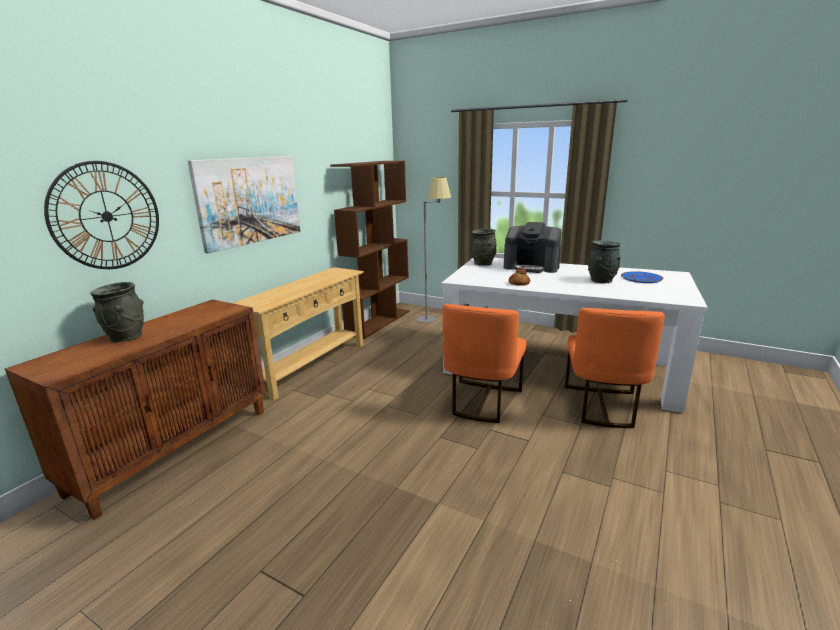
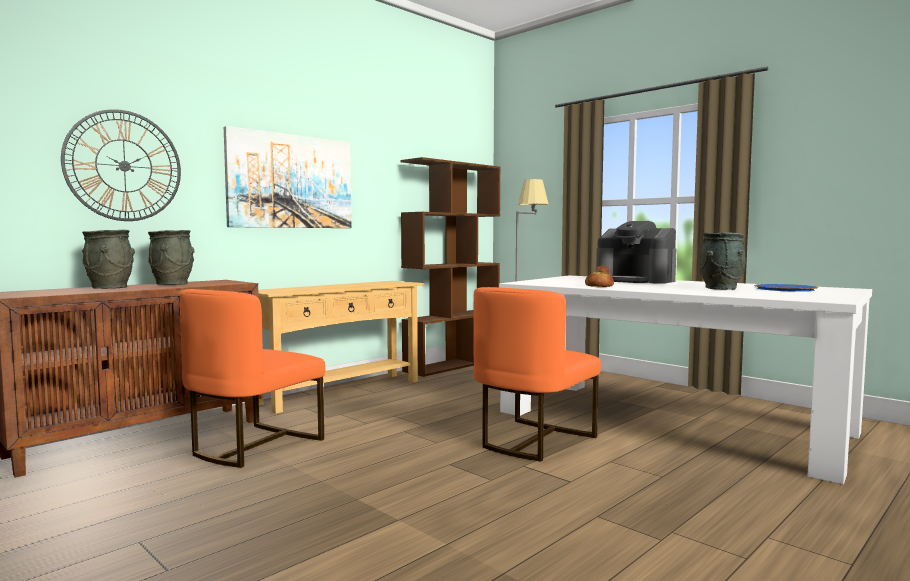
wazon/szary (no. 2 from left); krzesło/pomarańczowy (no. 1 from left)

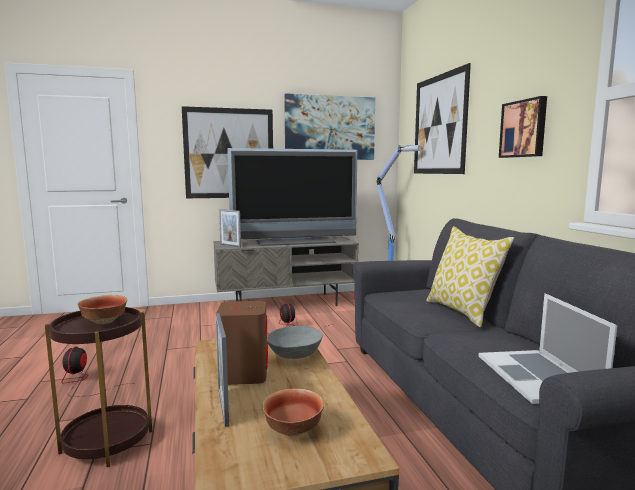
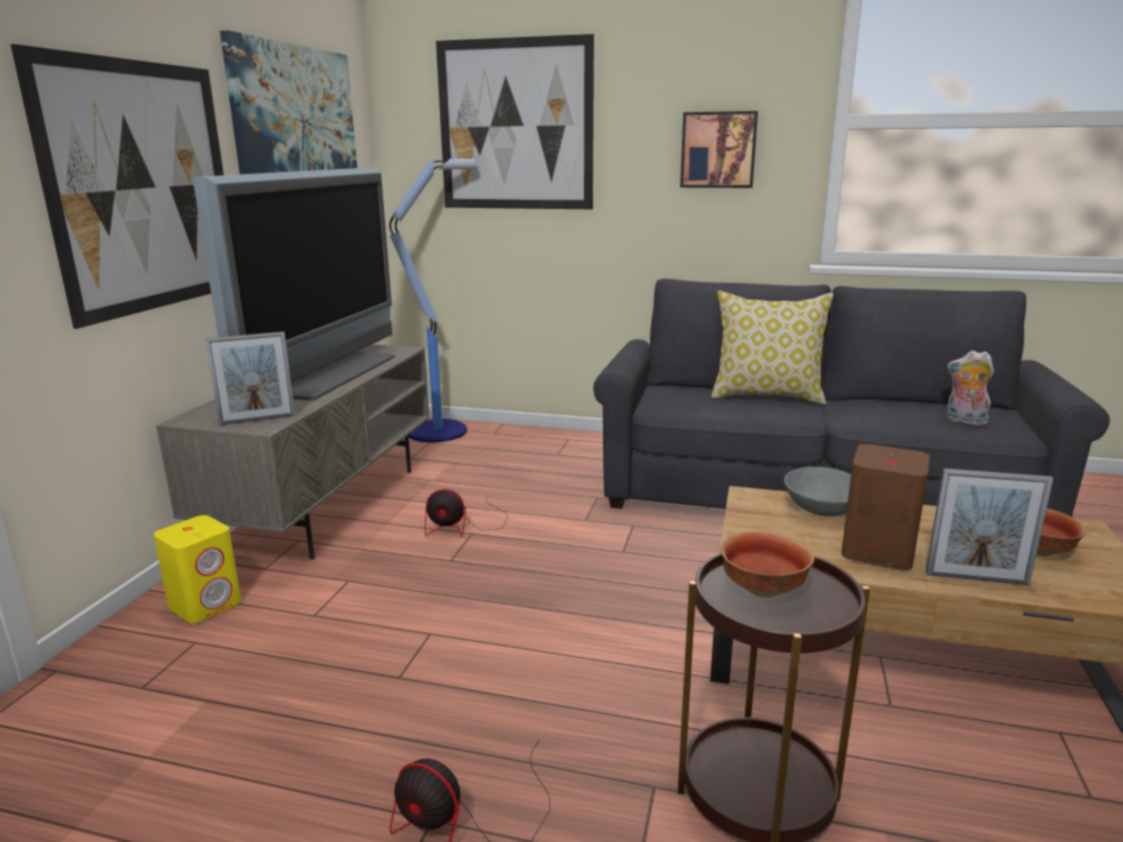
głośnik/żółty; pluszak

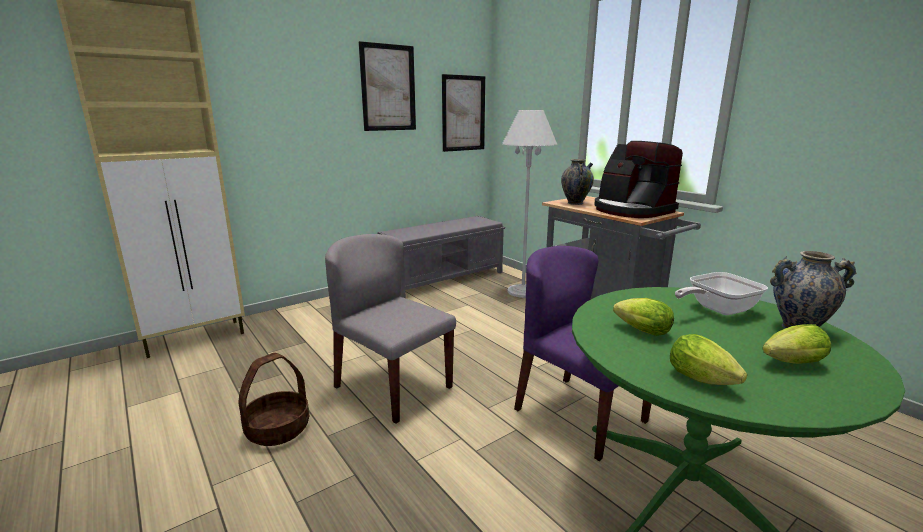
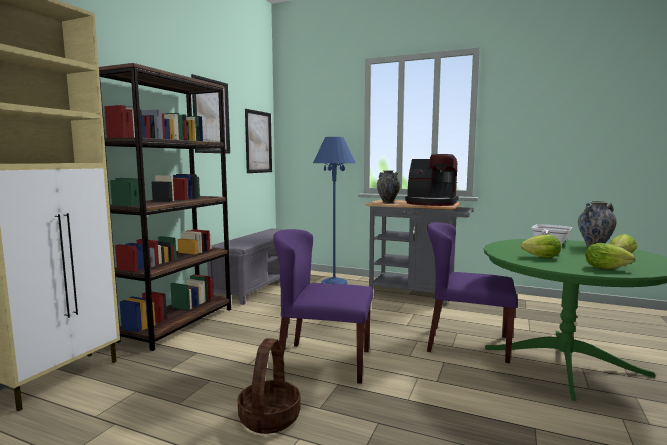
regał/brązowy; krzesło/fioletowy (no. 1 from left); lampa stojąca/niebieski

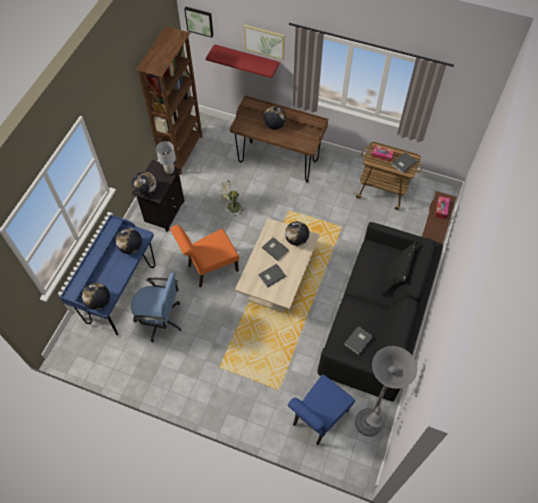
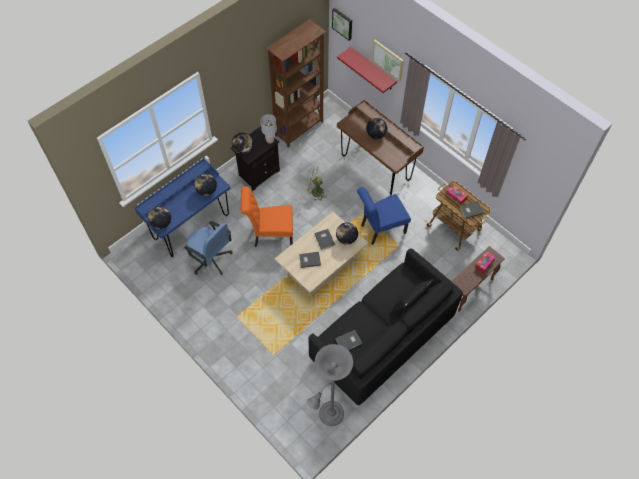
krzesło/niebieski

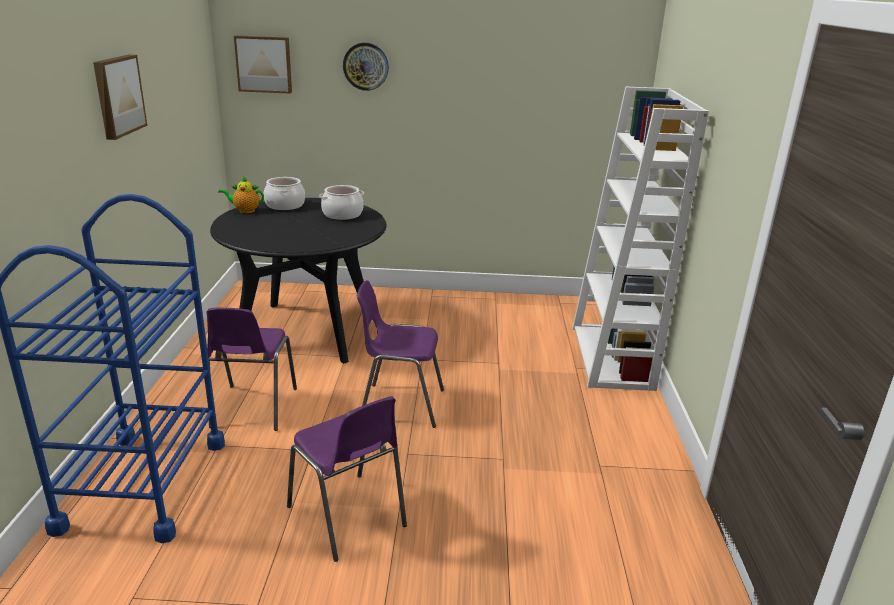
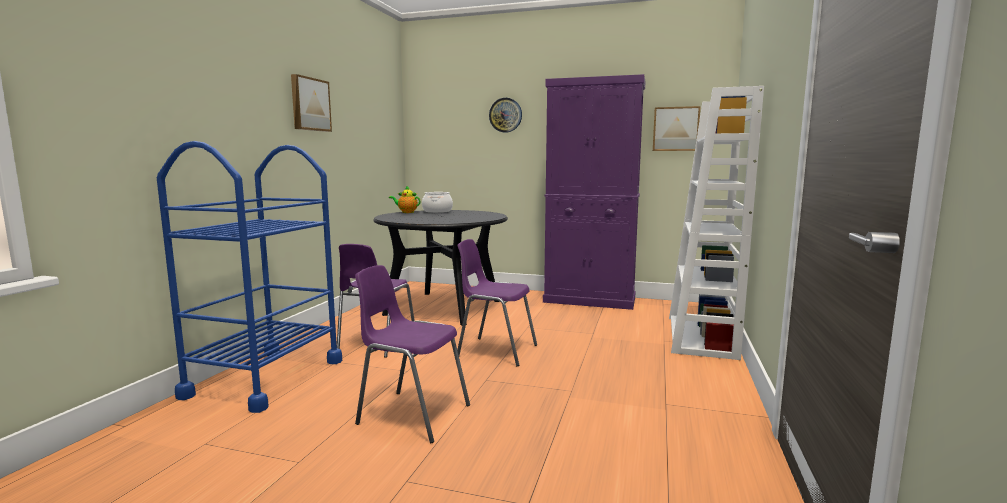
krzesło/fioletowy (no. 2 from left); szafka/fioletowy; obraz (no. 2 from left); garnek (no. 2 from left in the first image)

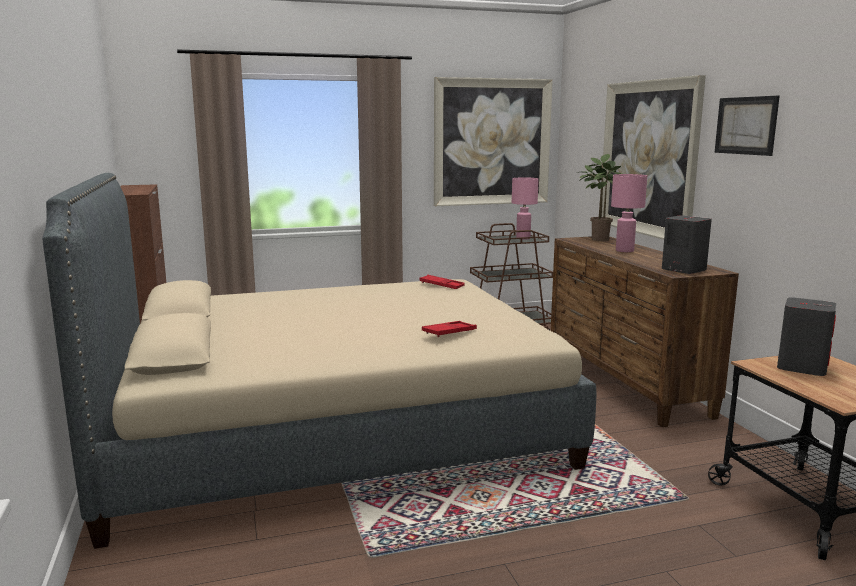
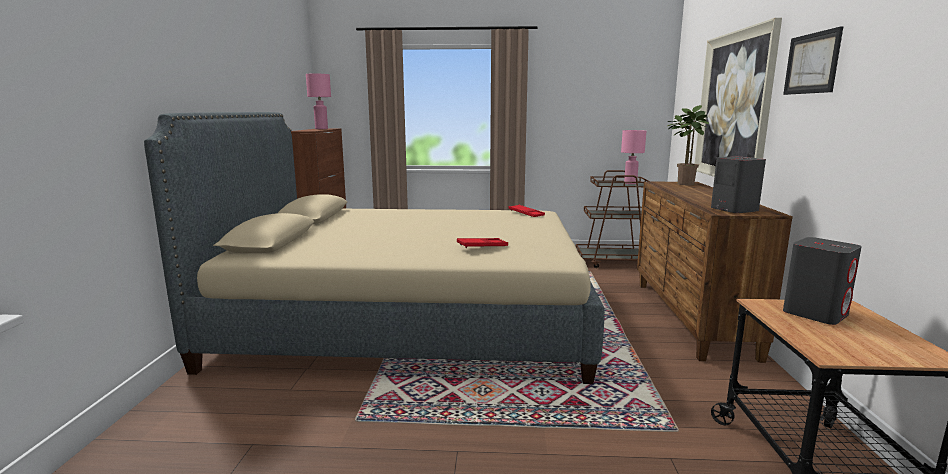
lampa stołowa/różowy (no. 1 from left); obraz (no. 1 from left in the first image)

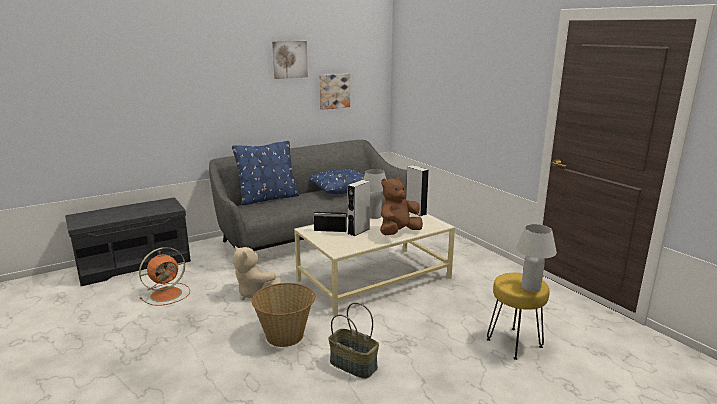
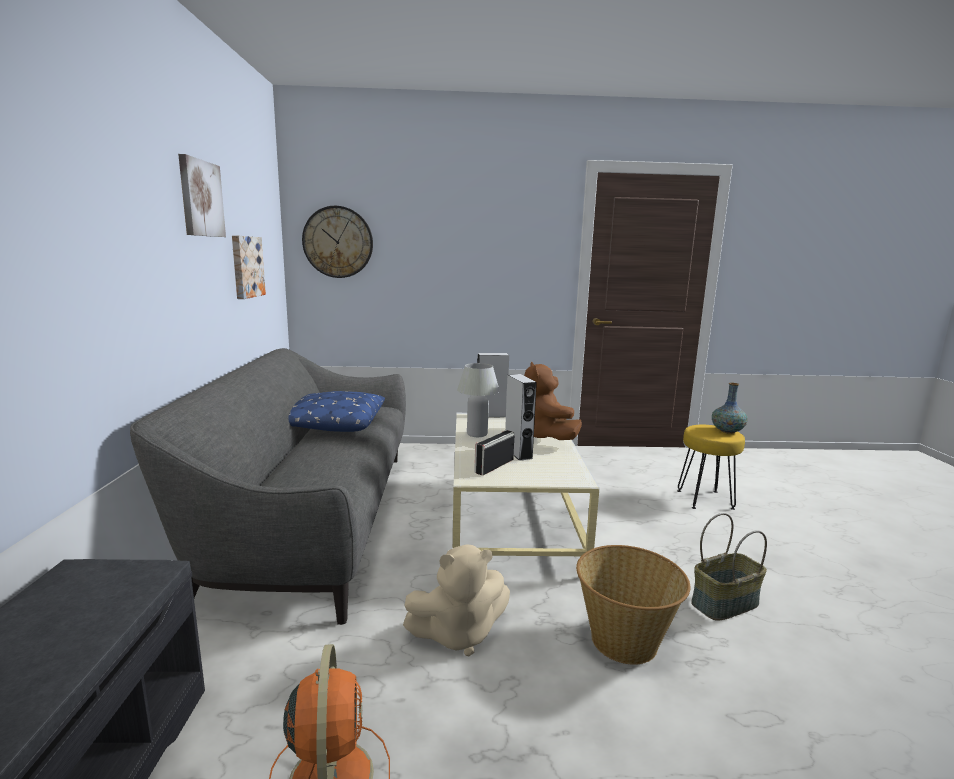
zegar ścienny; wazon; poduszka/niebieski (no. 1 from left in the first image)

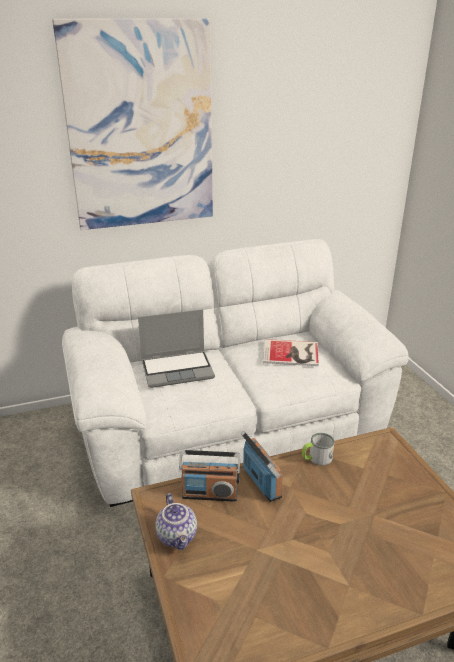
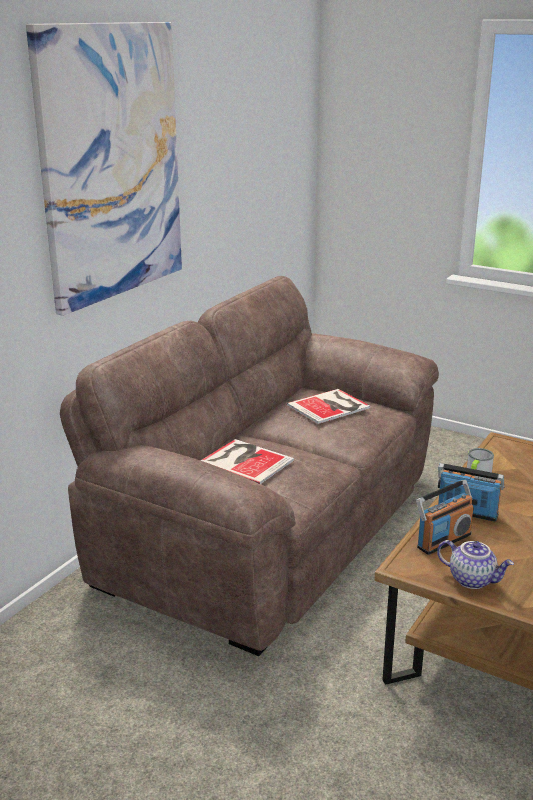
kanapa/brązowy; książka (no. 1 from left)

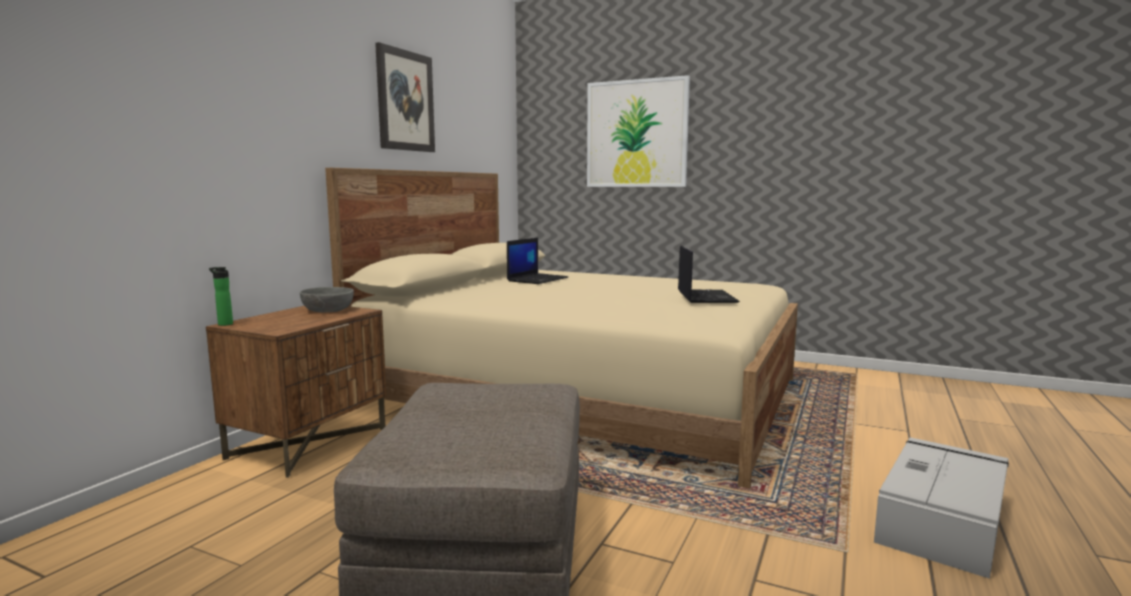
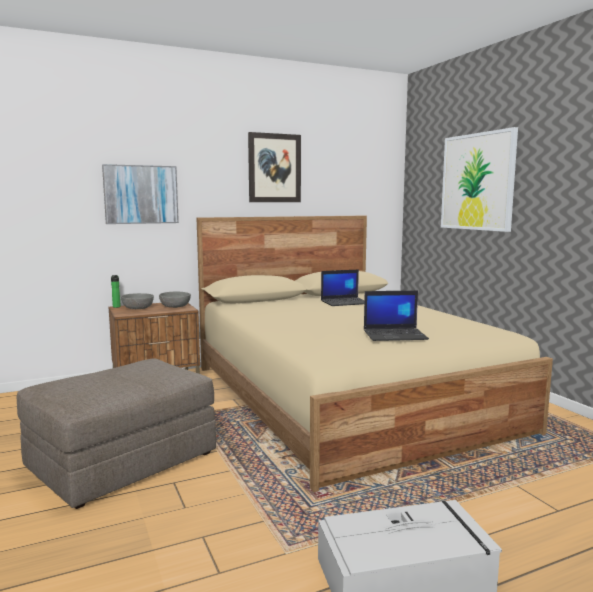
obraz (no. 1 from left); miska/szary (no. 1 from left); laptop (no. 2 from left)

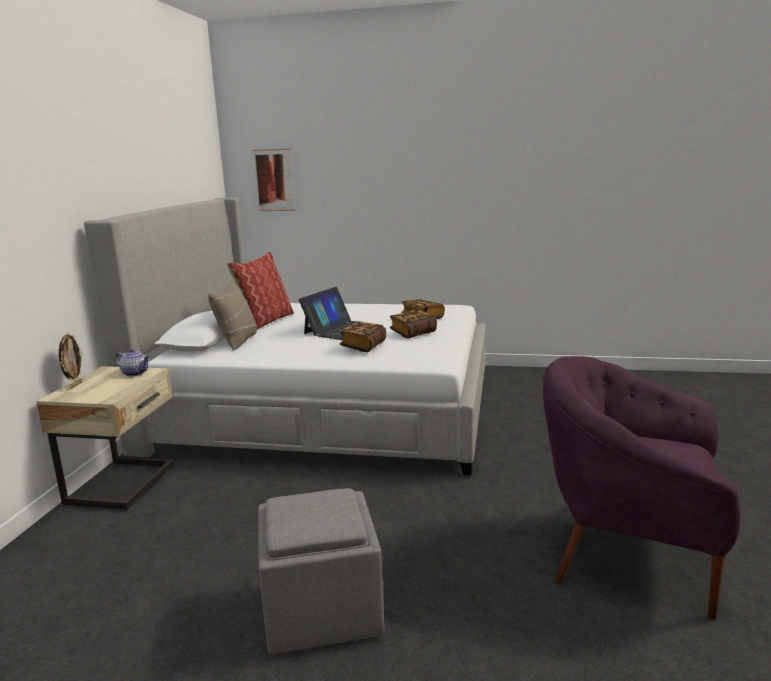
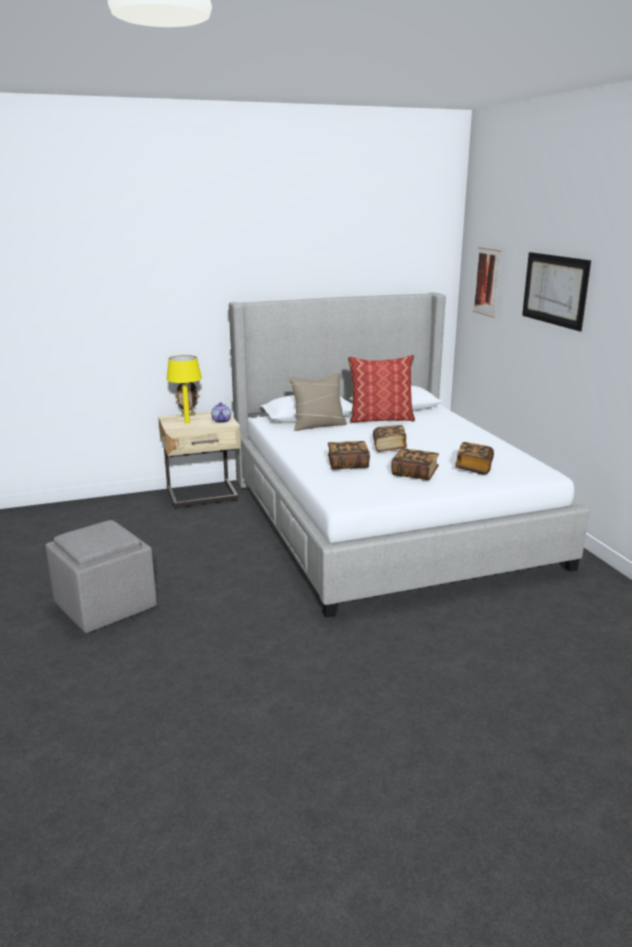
lampa stołowa/żółty; książka (no. 2 from left); obraz (no. 2 from left); fotel/fioletowy

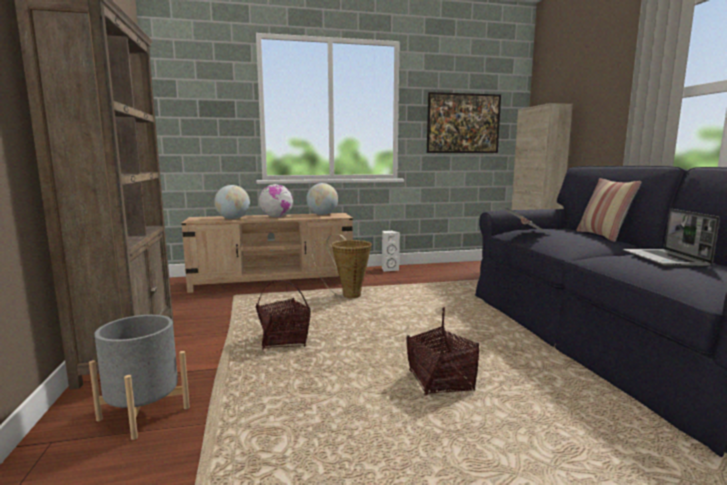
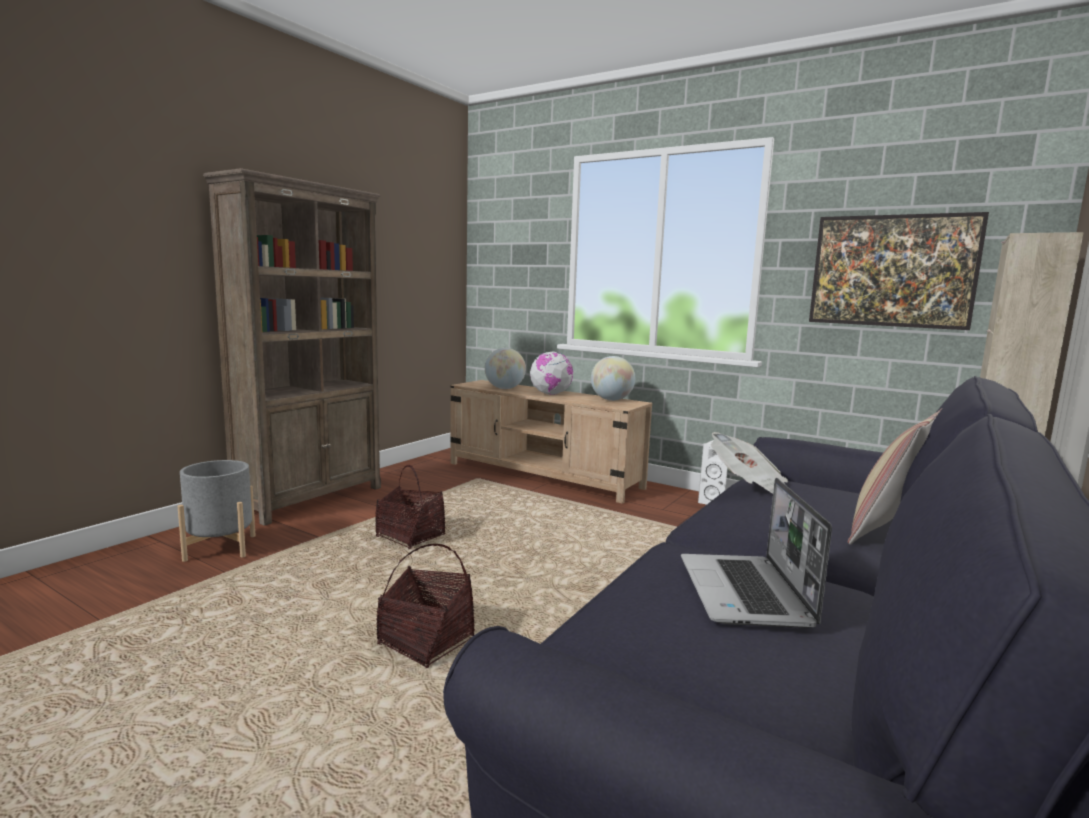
laptop; koszyk (no. 2 from left in the first image)

